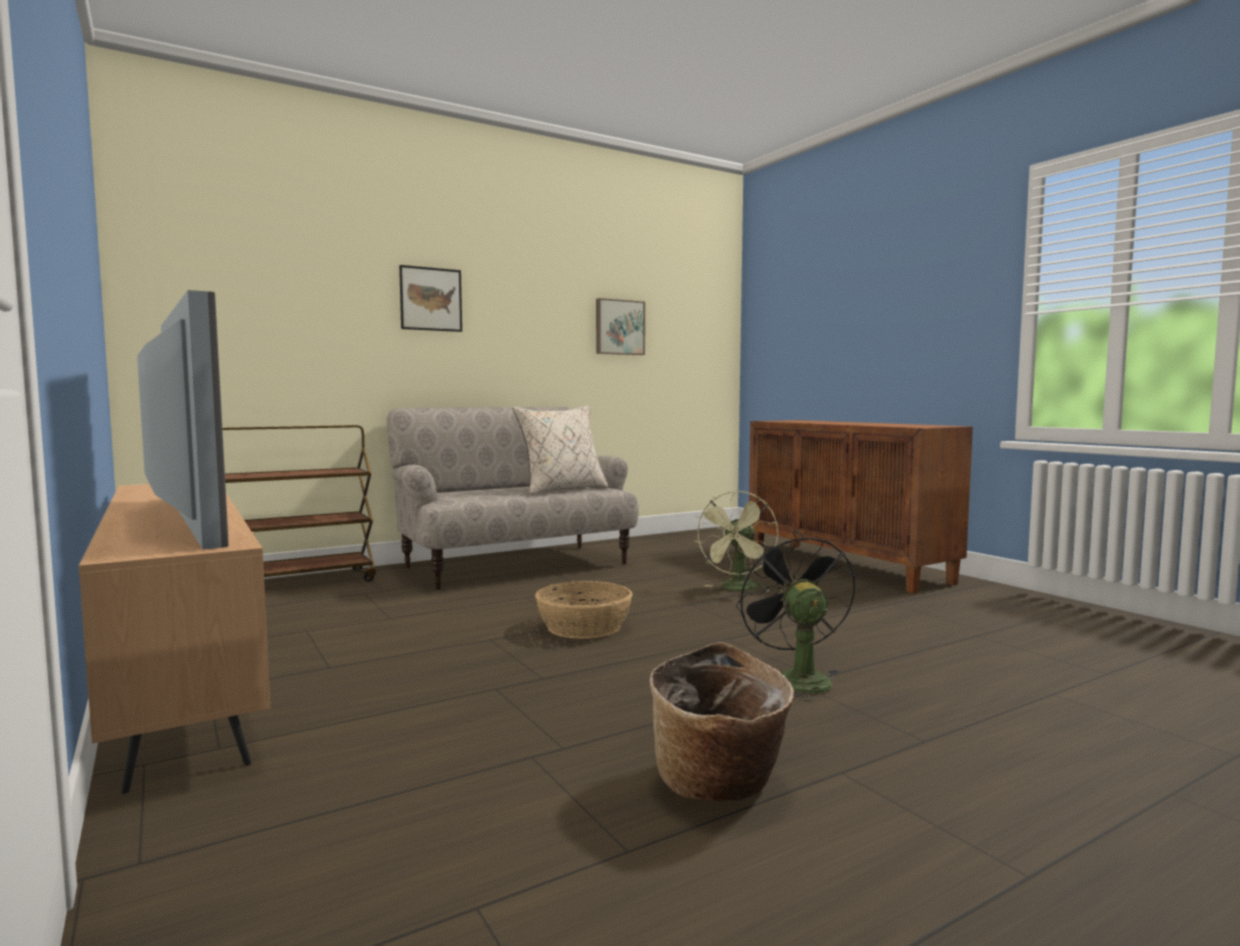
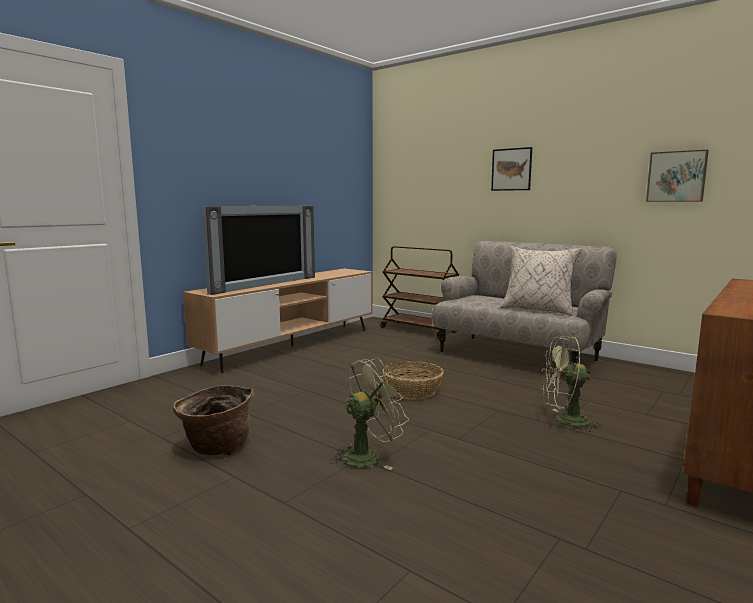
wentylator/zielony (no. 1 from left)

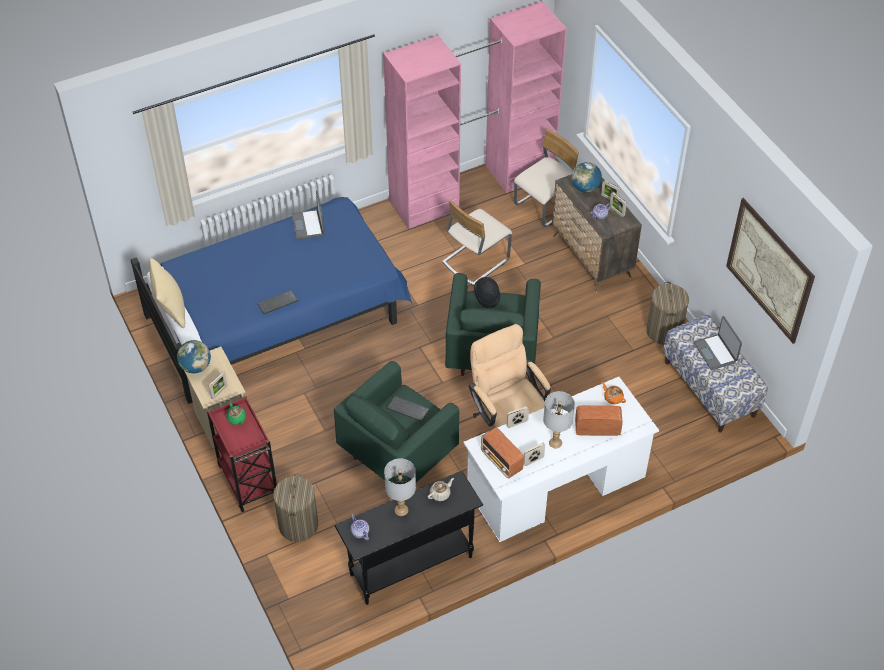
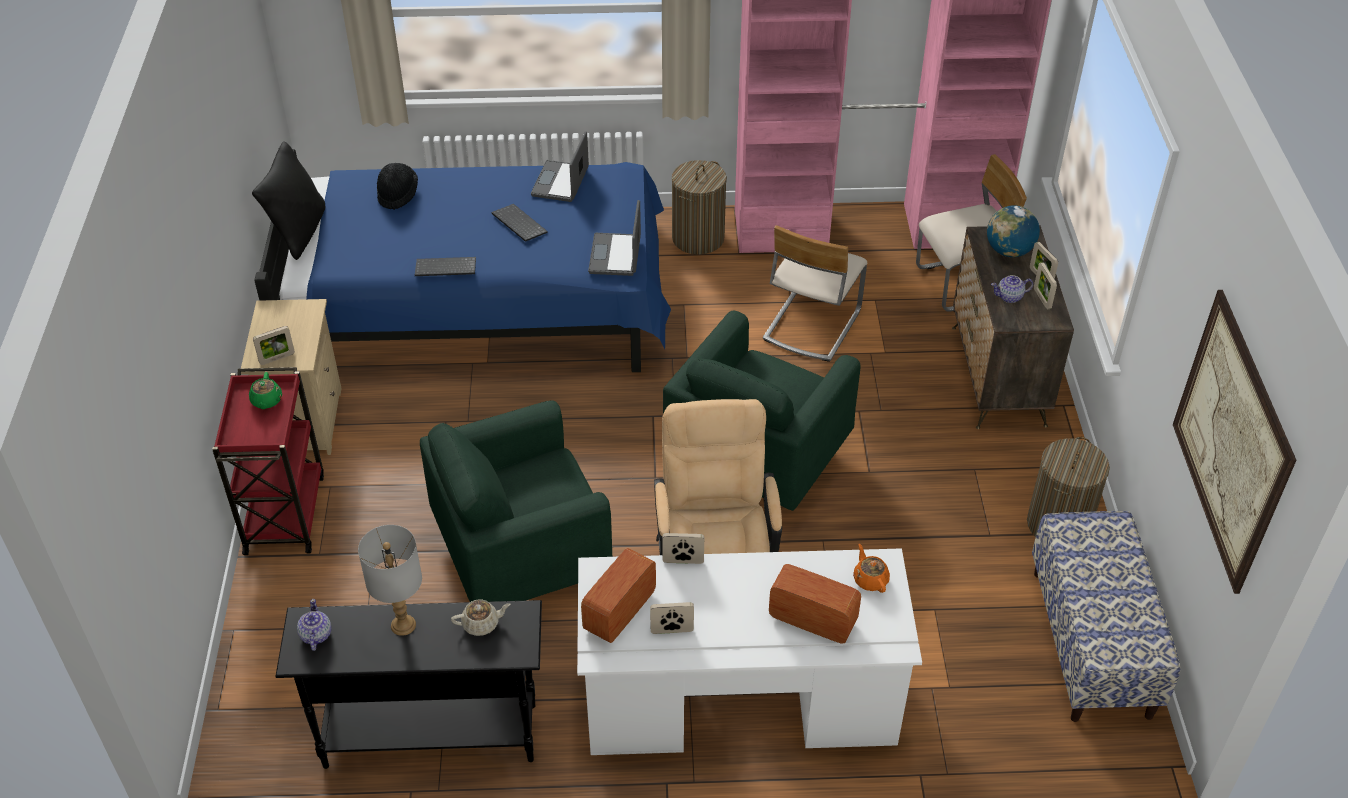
poduszka/czarny; kapelusz/czarny; klawiatura (no. 2 from left); radio (no. 1 from left); laptop (no. 2 from left); kosz na pranie (no. 1 from left); krzesło/beżowy (no. 1 from left); globus (no. 1 from left in the first image); lampa stołowa/szary (no. 2 from left in the first image)

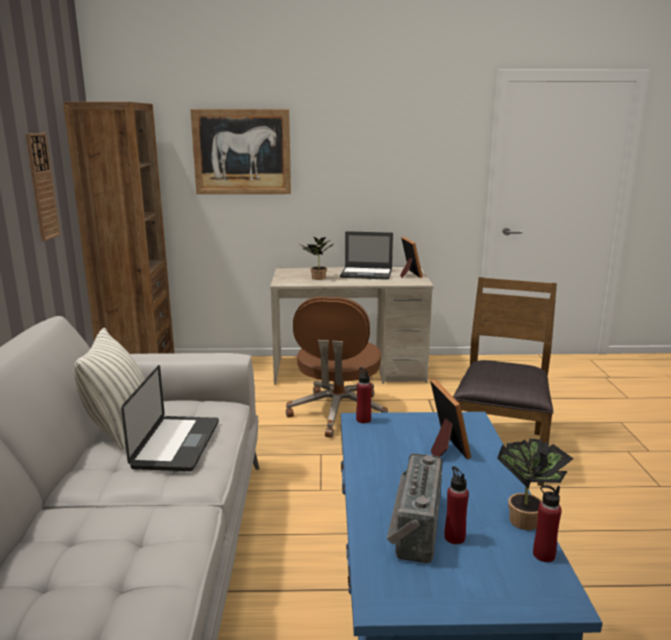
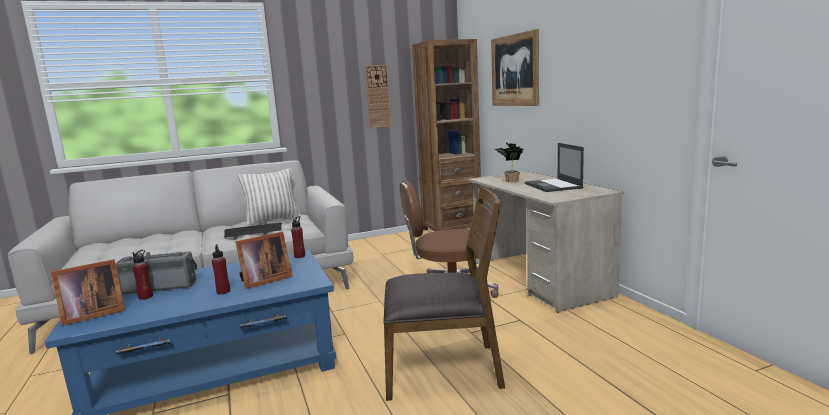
ramka na zdjęcie (no. 1 from left); butelka/czerwony (no. 2 from left); klawiatura; roślina doniczkowa (no. 2 from left in the first image)

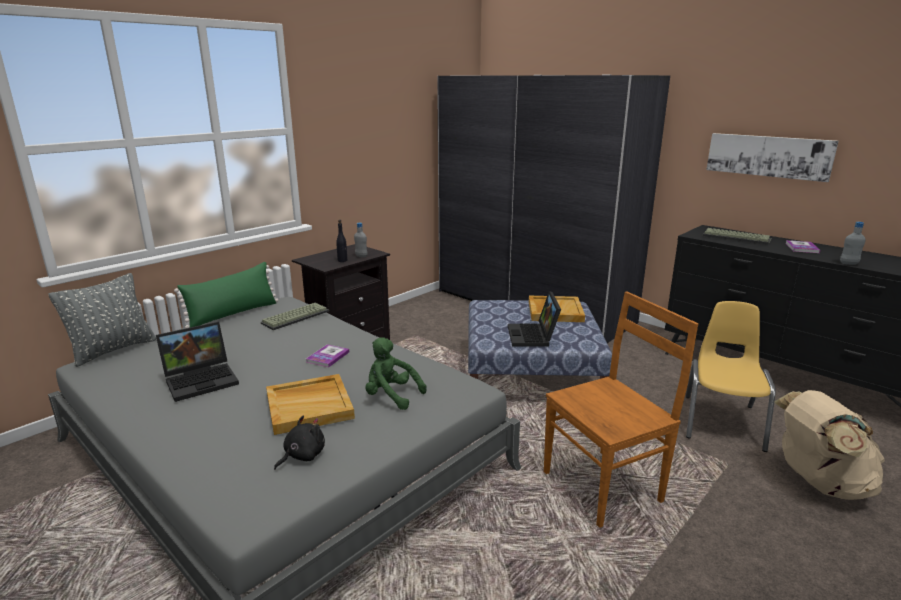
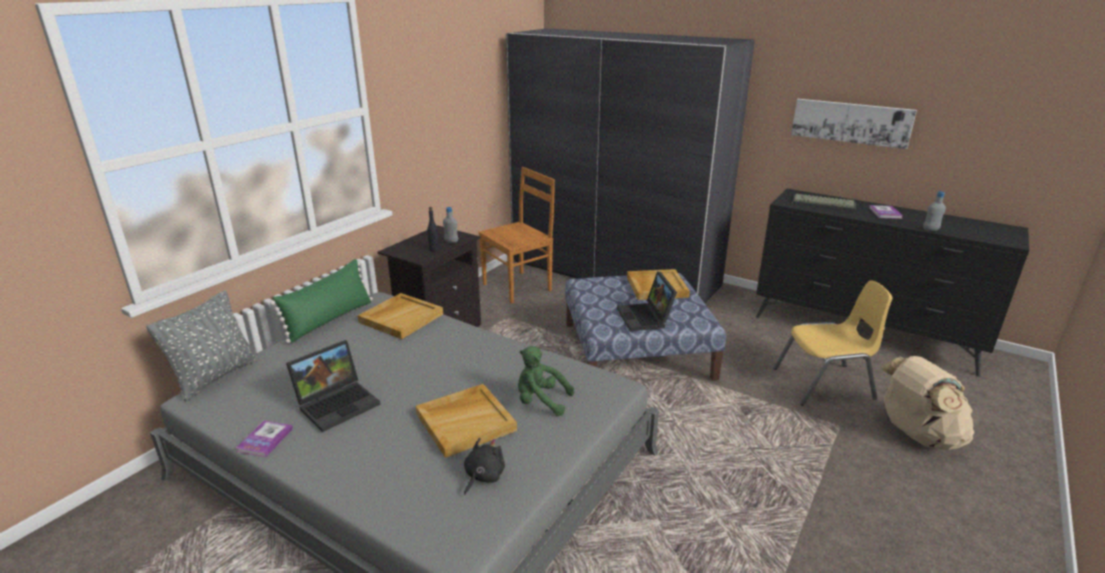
książka (no. 1 from left); taca/beżowy (no. 1 from left); krzesło/brązowy; krzesło/żółty

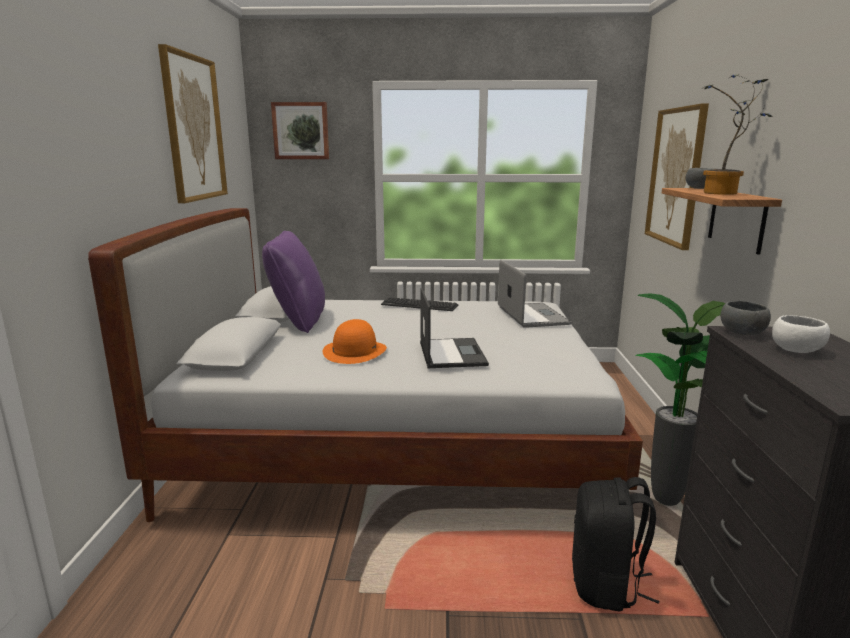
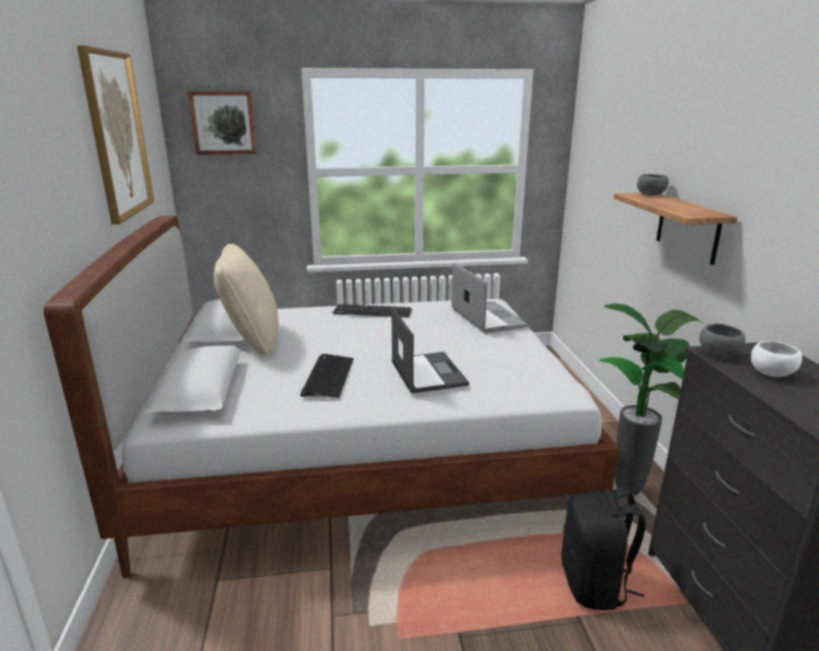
poduszka/beżowy; klawiatura (no. 1 from left); obraz (no. 3 from left in the first image); roślina doniczkowa (no. 2 from left in the first image)

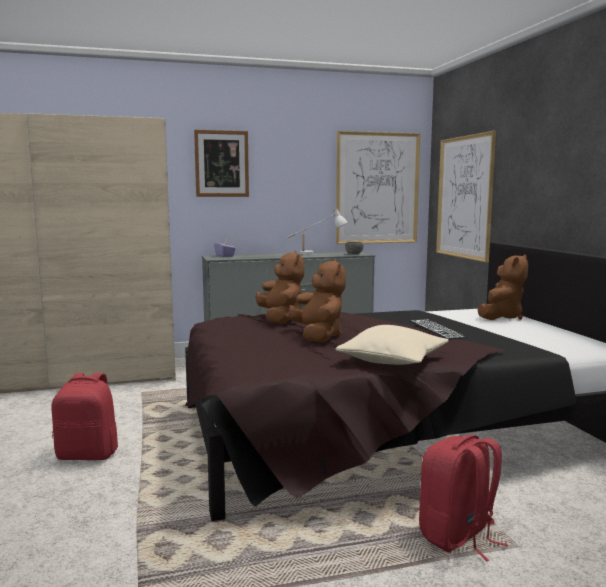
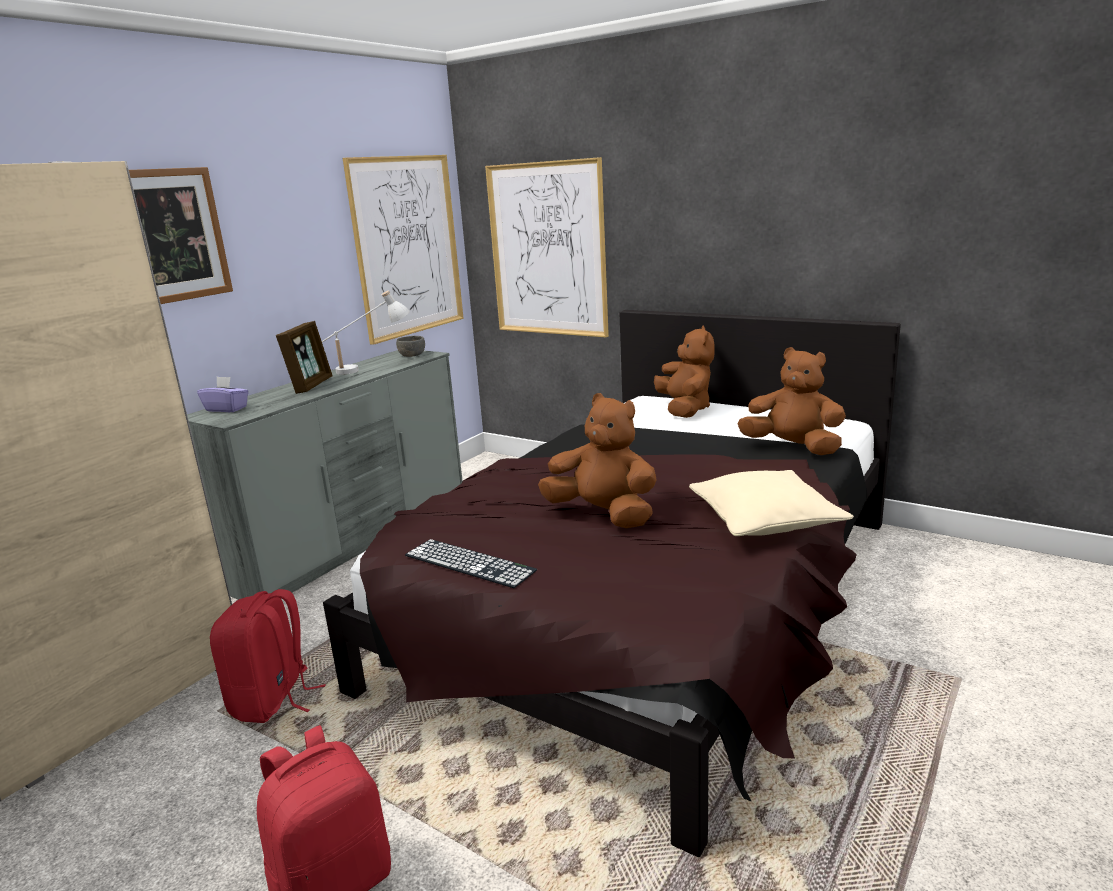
plecak/czerwony (no. 1 from left); ramka na zdjęcie; klawiatura; pluszak/brązowy (no. 3 from left)

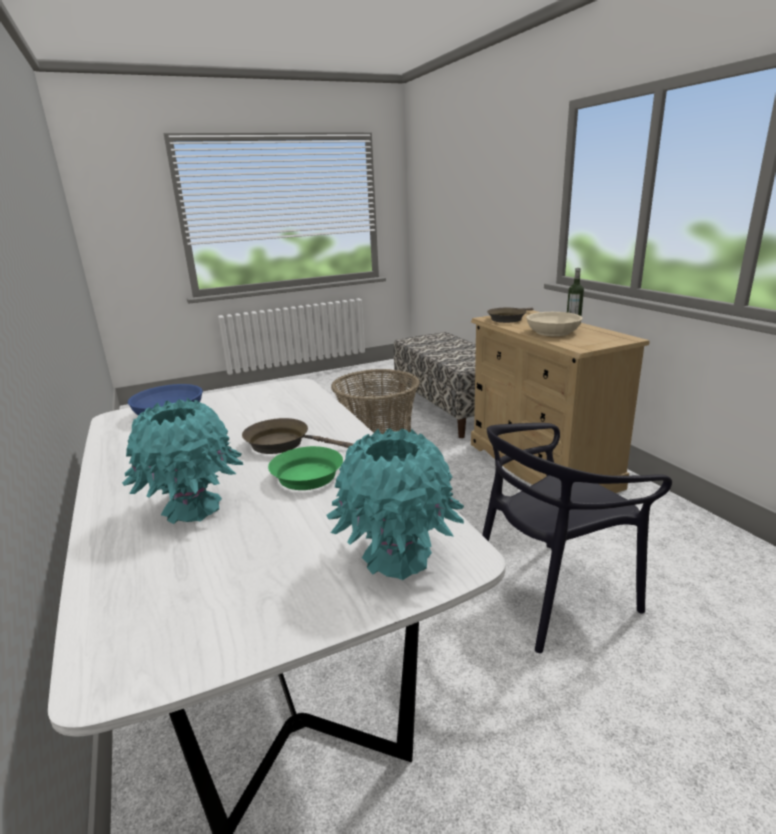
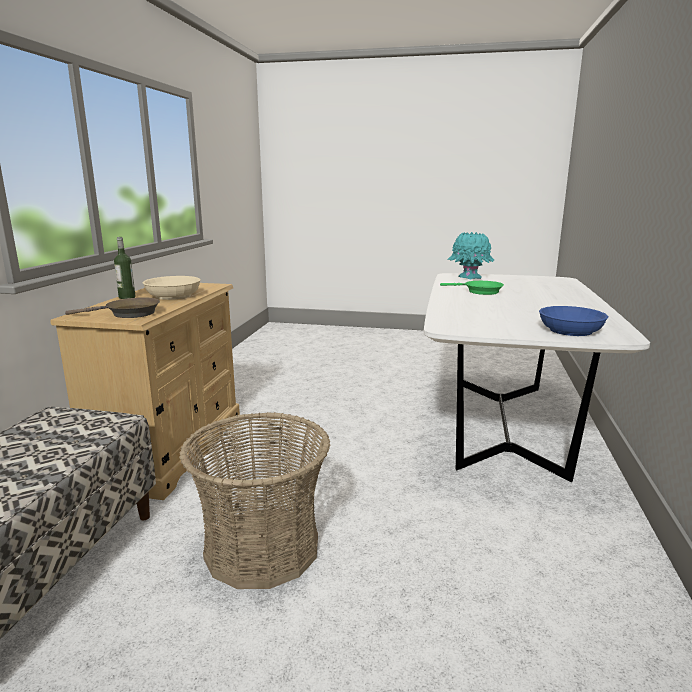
wazon/turkusowy (no. 1 from left in the first image); patelnia/brązowy (no. 1 from left in the first image); krzesło/czarny

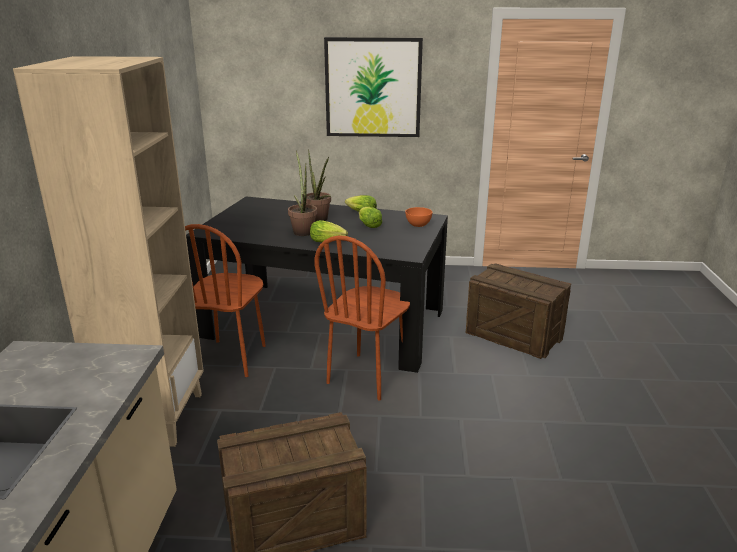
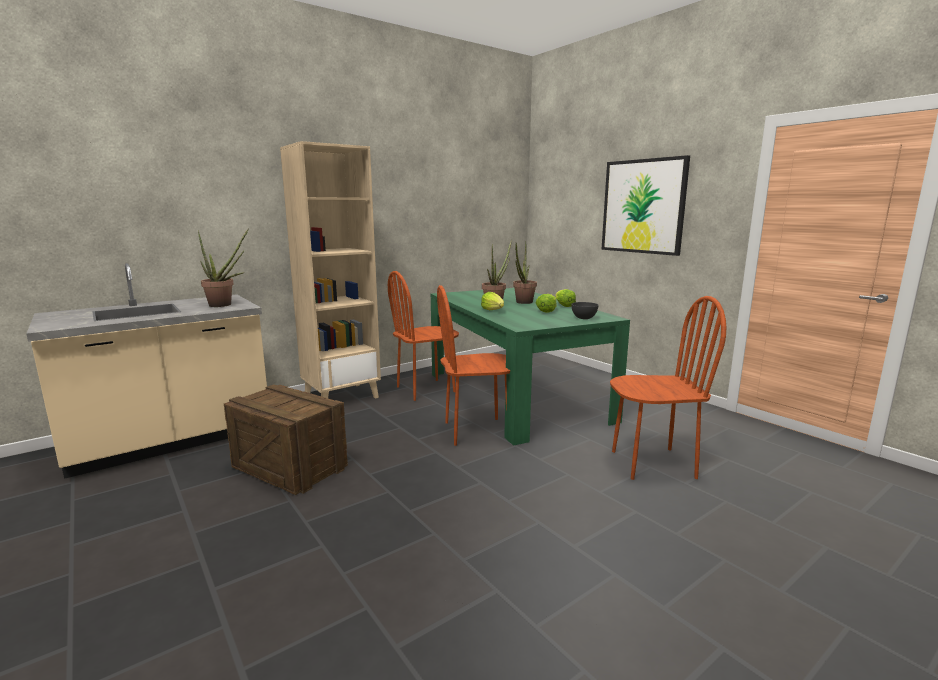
roślina doniczkowa (no. 1 from left); stół jadalny/zielony; miska/szary; krzesło/brązowy (no. 3 from left)

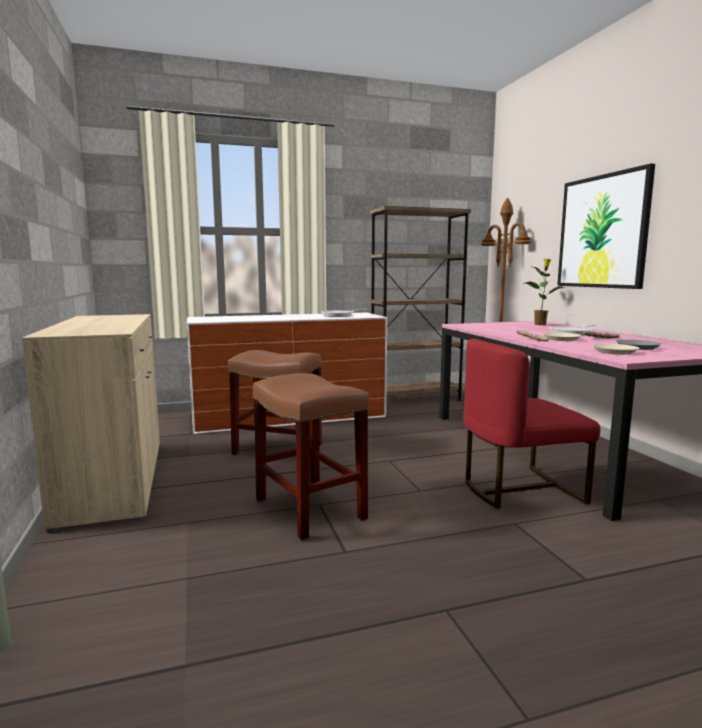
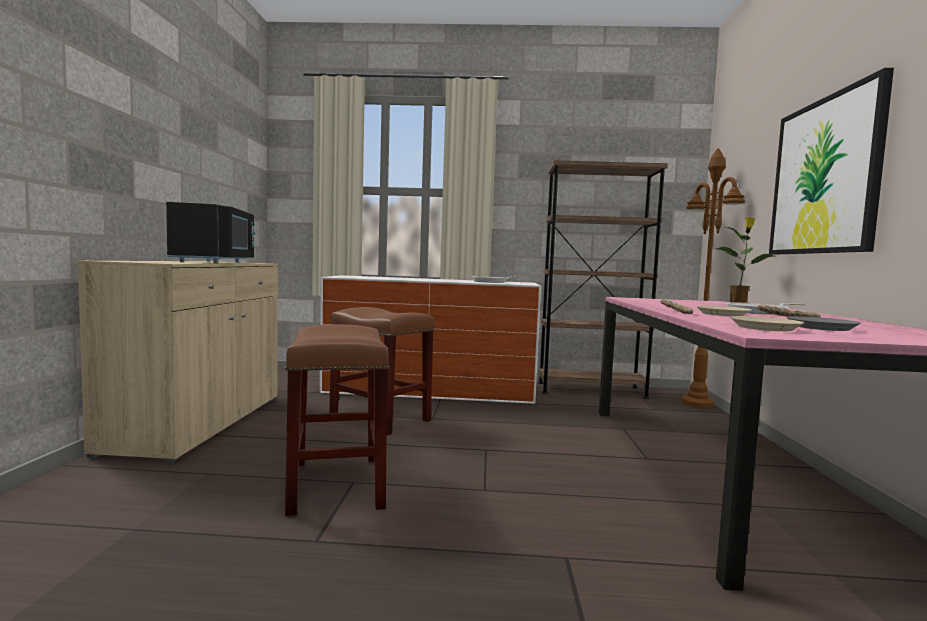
mikrofalówka/czarny; krzesło/czerwony

